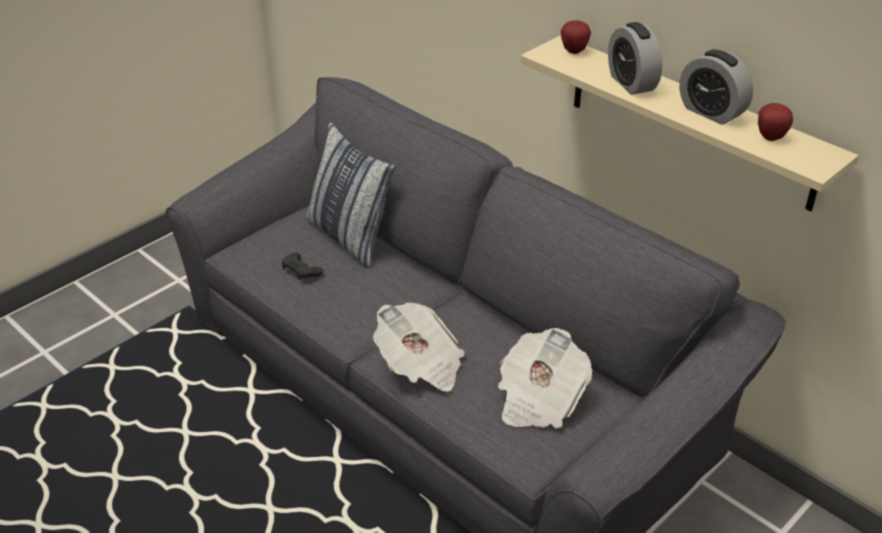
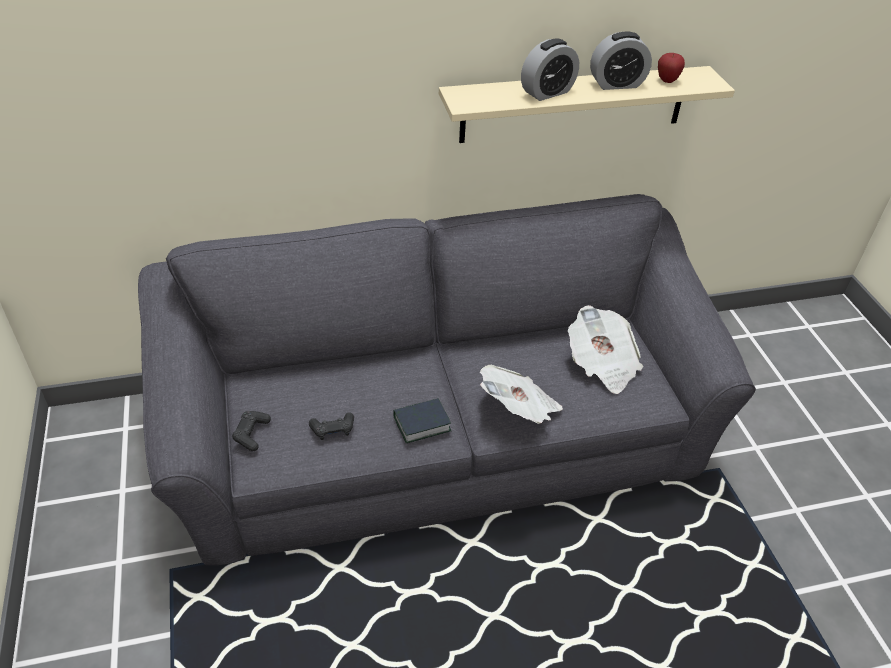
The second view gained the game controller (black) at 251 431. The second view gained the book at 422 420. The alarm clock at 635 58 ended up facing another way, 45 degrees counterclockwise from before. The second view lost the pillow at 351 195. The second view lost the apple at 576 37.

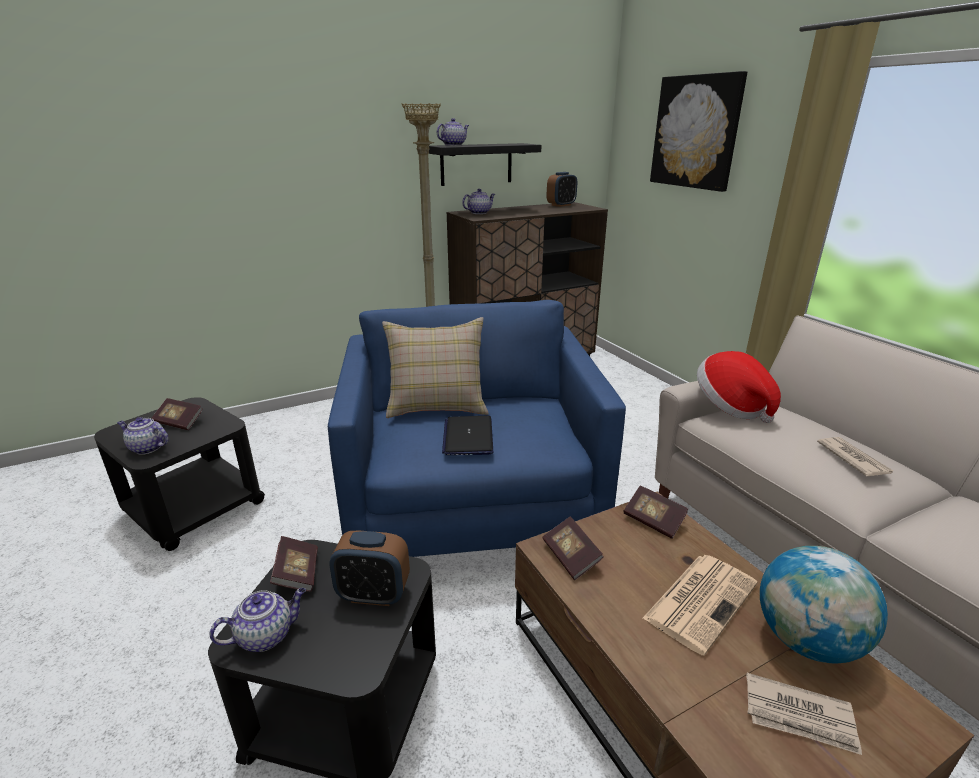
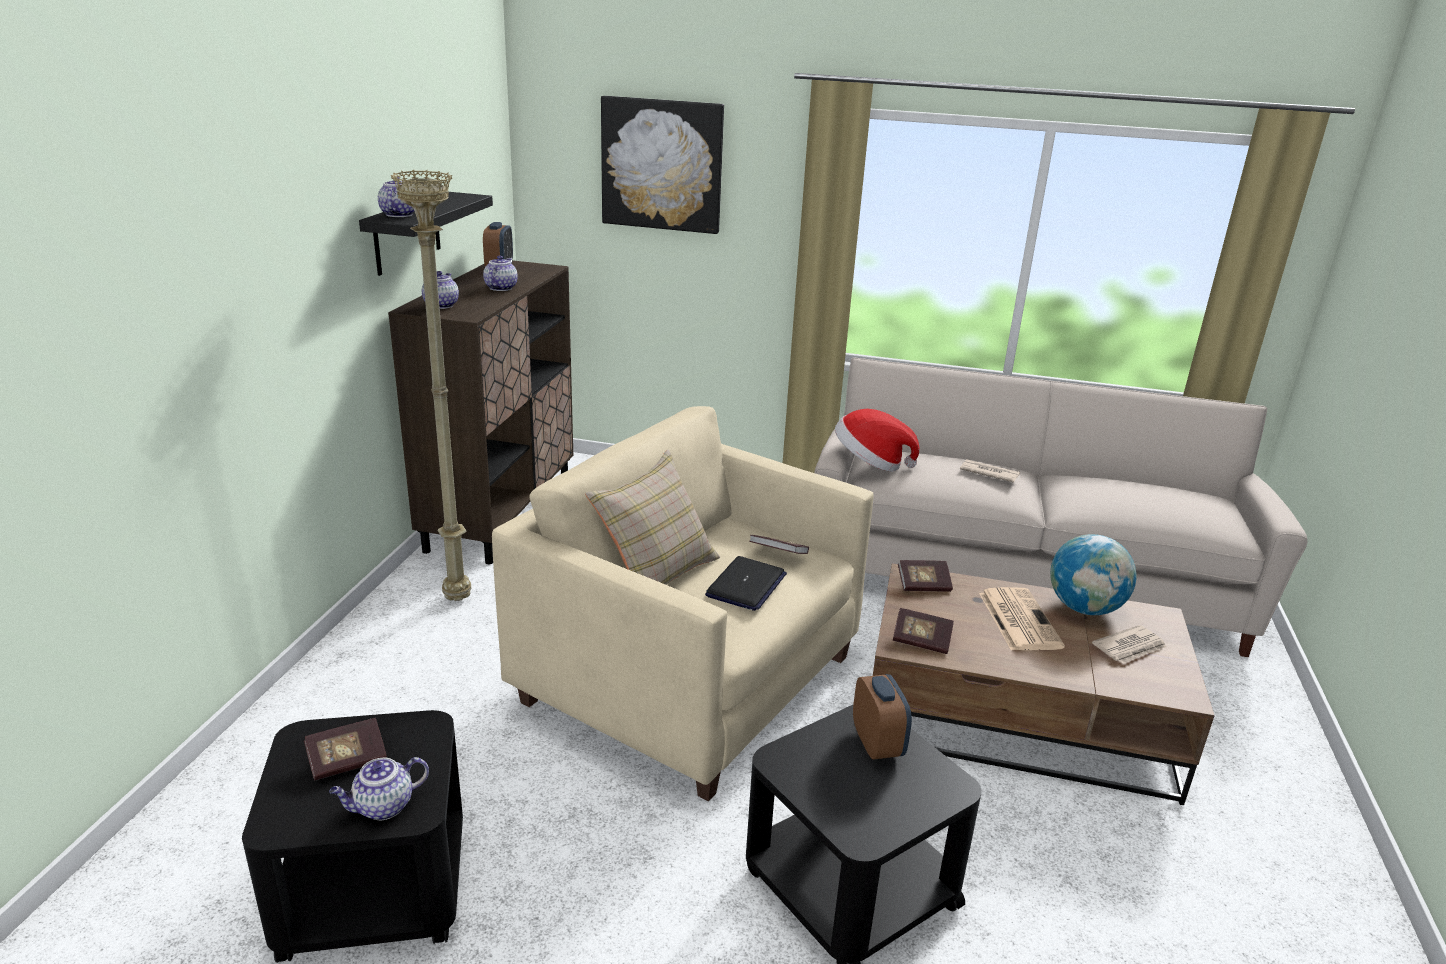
The teapot ended up elsewhere, having gone from 258 620 to 500 273. What was the armchair (blue) at 477 428 turned into the armchair (beige) at 683 603. The laptop at 467 435 ended up facing another way, 105 degrees counterclockwise from before. The book ended up elsewhere, having gone from 294 564 to 779 544. The alarm clock at 369 568 ended up facing another way, 60 degrees counterclockwise from before.

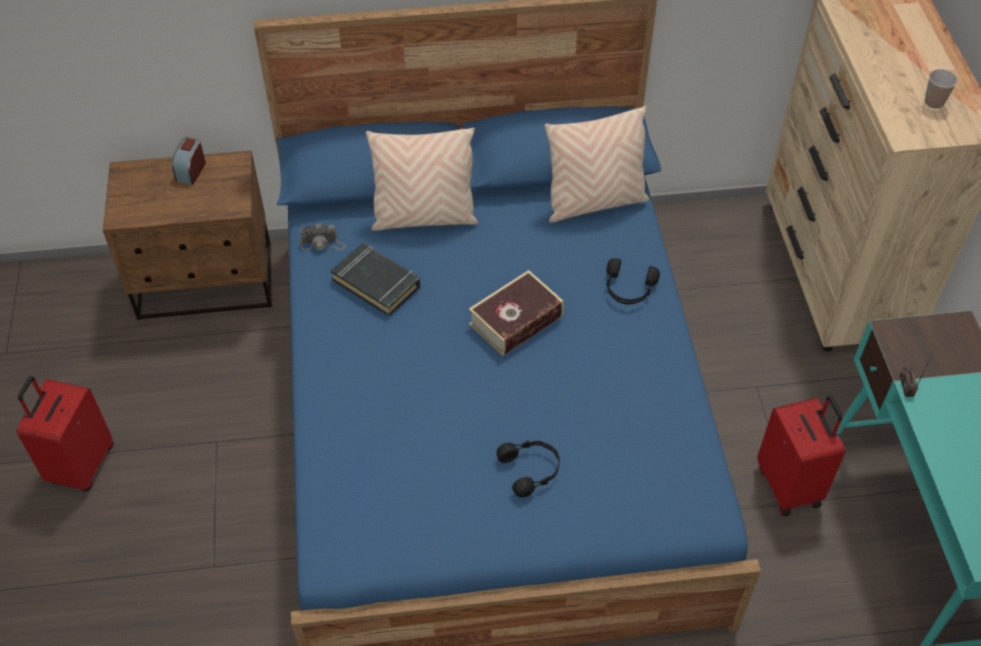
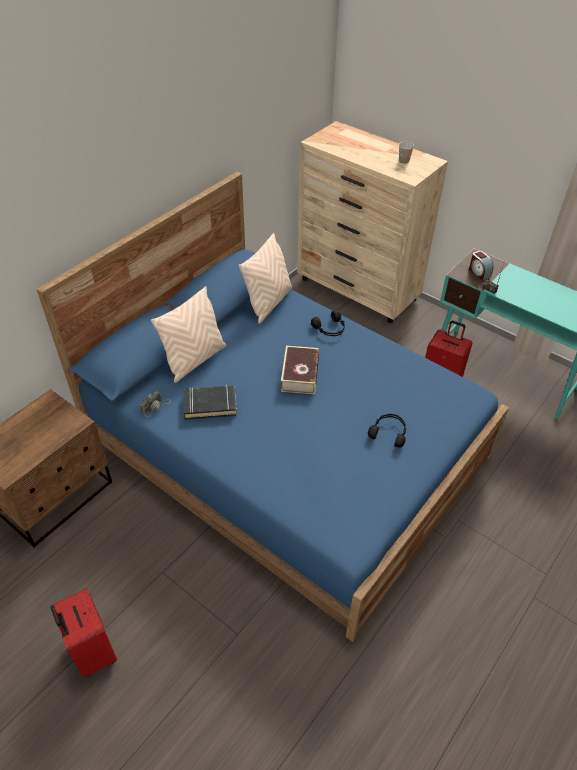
The alarm clock ended up elsewhere, having gone from 189 161 to 481 265.

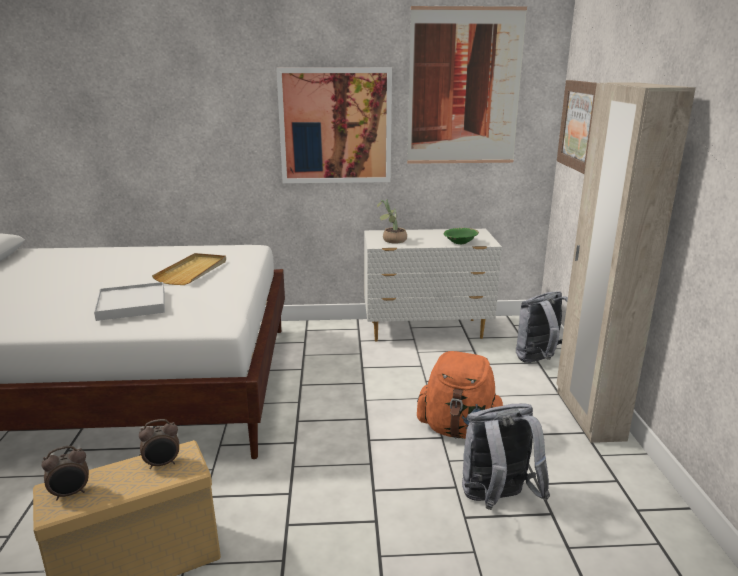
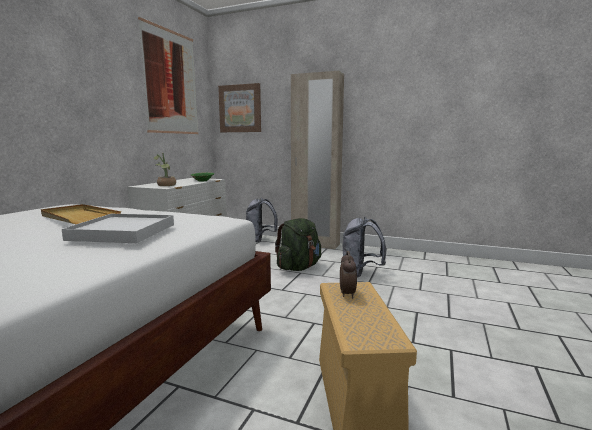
What was the backpack (orange) at 460 395 turned into the backpack (green) at 298 244. The second view lost the alarm clock at 65 473. The second view lost the picture at 334 125.

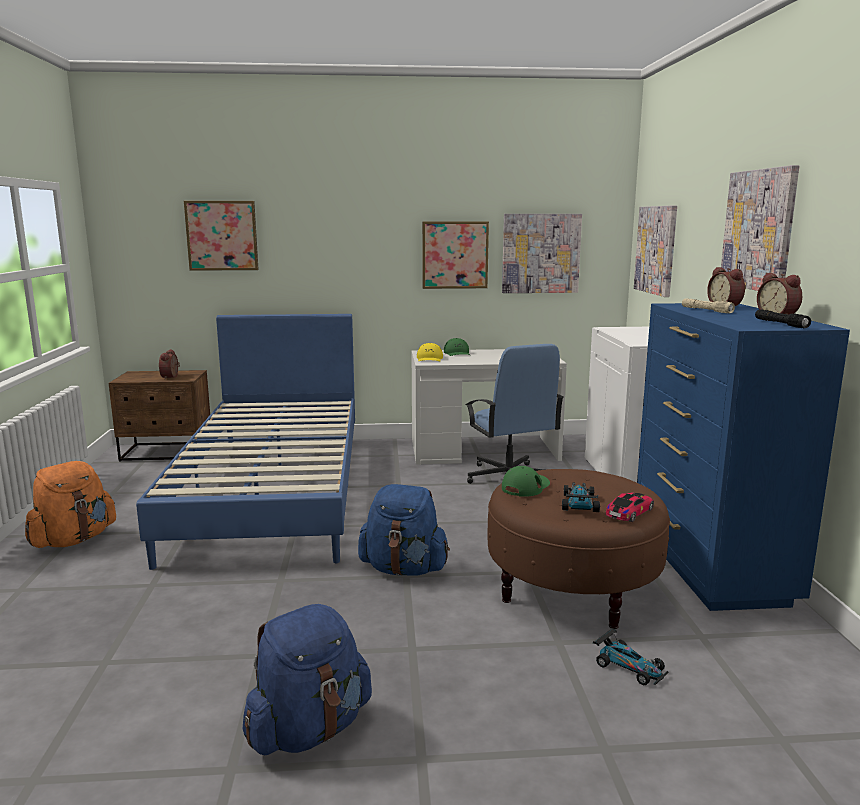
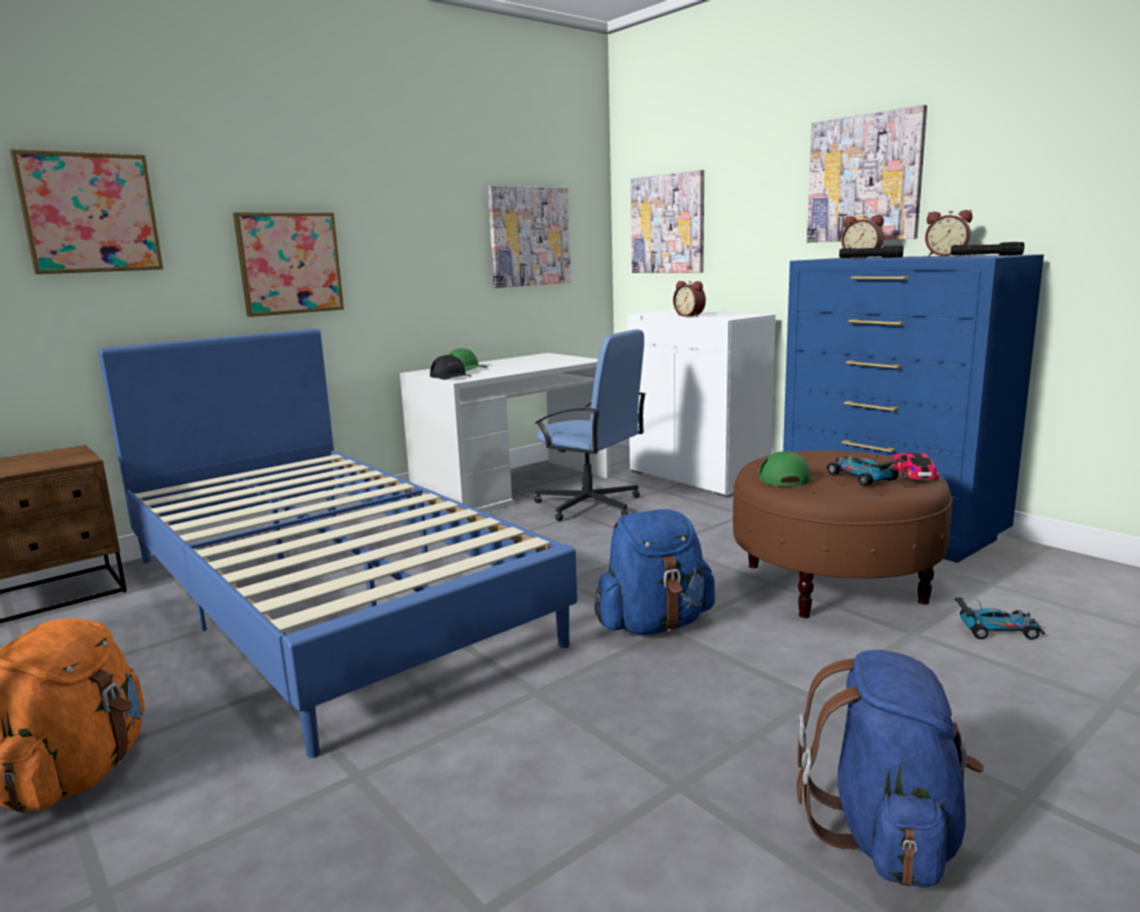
The picture ended up elsewhere, having gone from 455 255 to 288 264. What was the cap (yellow) at 430 352 turned into the cap (black) at 450 367. The alarm clock ended up elsewhere, having gone from 169 364 to 689 299. What was the flashlight (beige) at 708 305 turned into the flashlight (black) at 871 251.

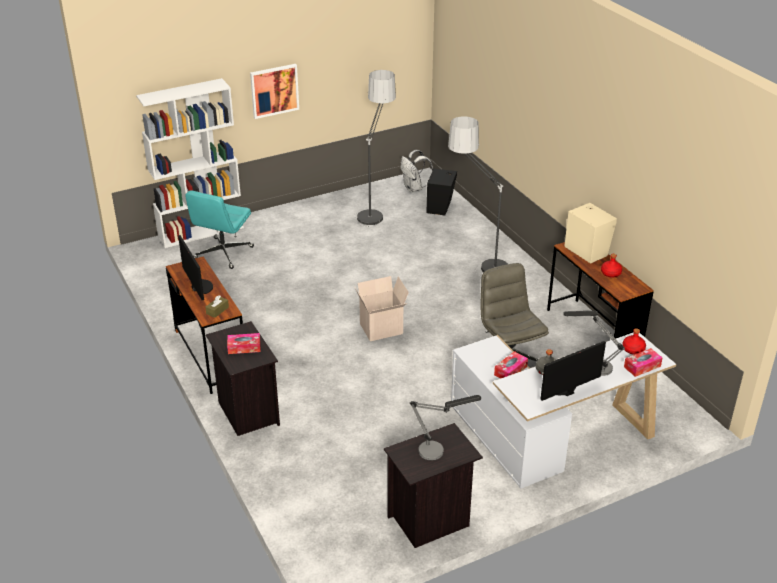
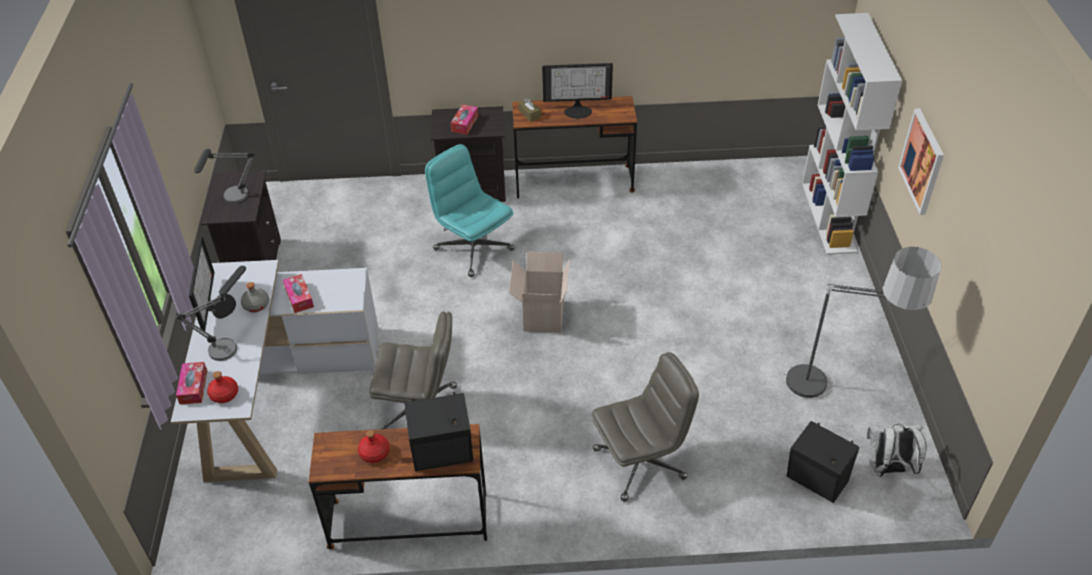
What was the speaker (beige) at 590 233 turned into the speaker (black) at 438 431. The office chair (turquoise) ended up elsewhere, having gone from 220 229 to 470 210. Where the floor lamp stood at 478 196, the office chair (grey) came to stand at 645 427.

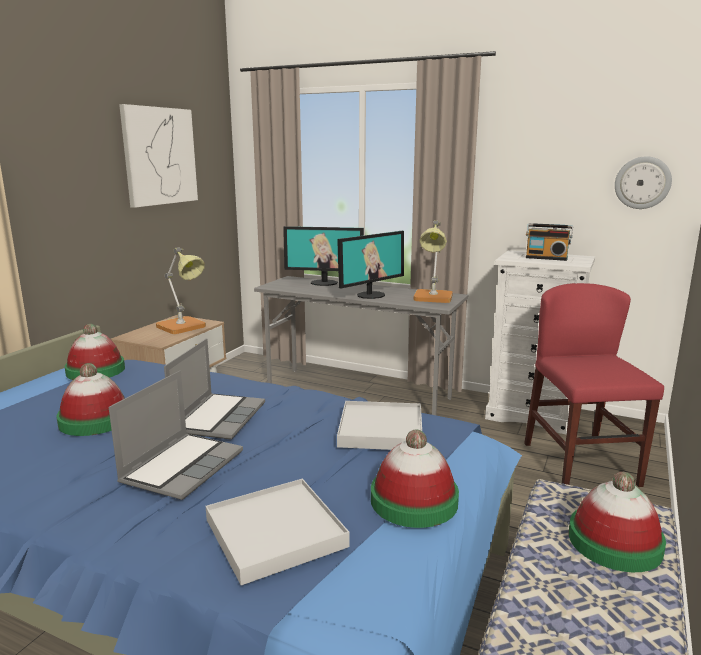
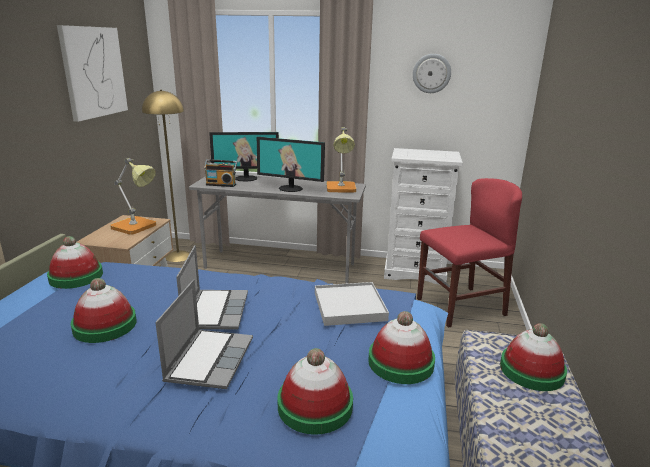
The second view gained the floor lamp (yellow) at 166 176. The radio ended up elsewhere, having gone from 549 242 to 220 173. The monitor at 370 265 ended up facing another way, 75 degrees clockwise from before. Where the tray (white) stood at 278 531, the hat came to stand at 315 391. The wall clock ended up elsewhere, having gone from 643 182 to 432 73. The chair (red) at 594 385 ended up facing another way, 90 degrees clockwise from before.

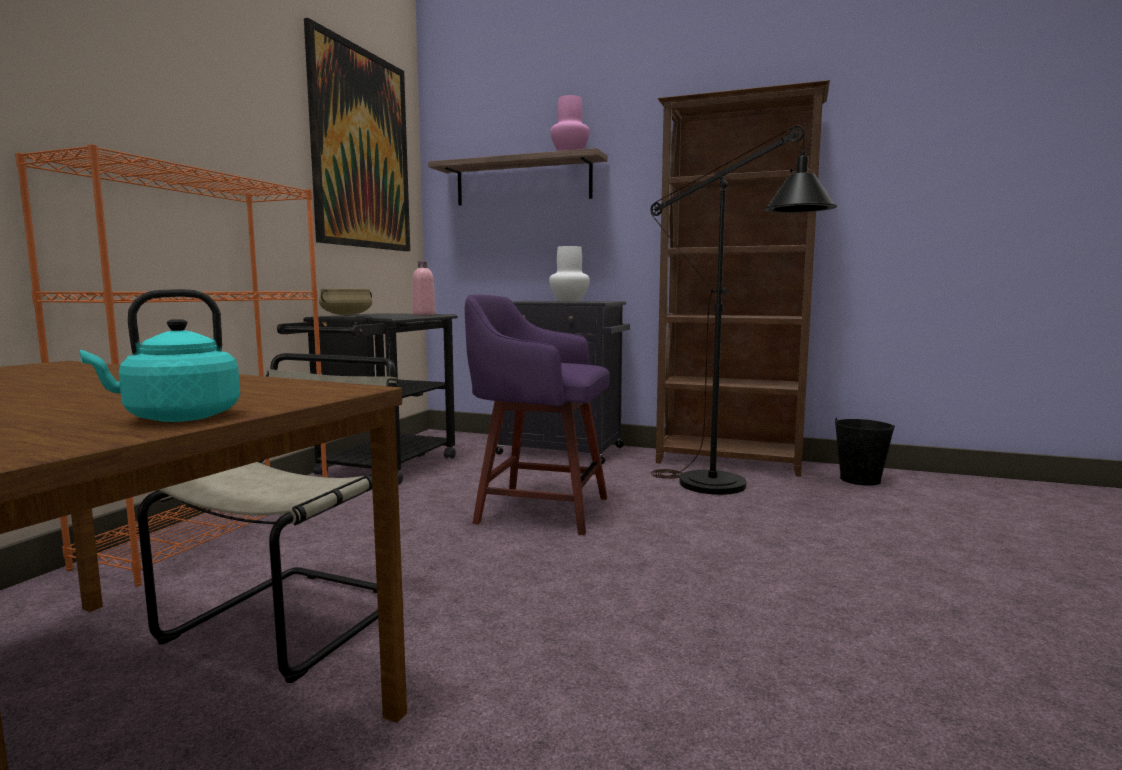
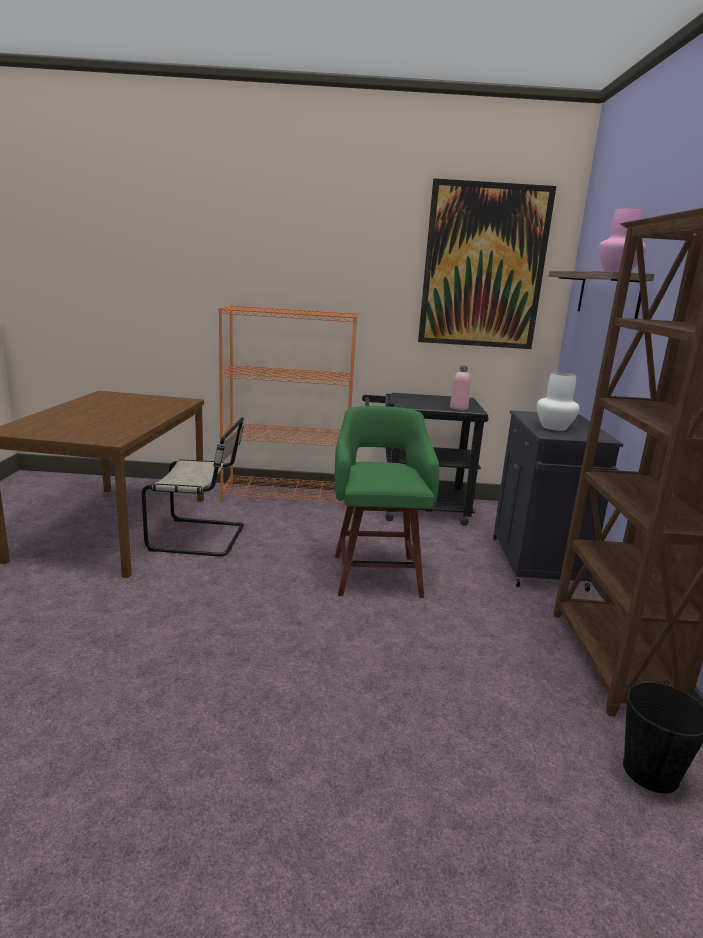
What was the stool (purple) at 537 415 turned into the stool (green) at 387 502. The second view lost the kettle (turquoise) at 160 355. The second view lost the cooking pot (beige) at 345 302. The second view lost the floor lamp (black) at 743 310.

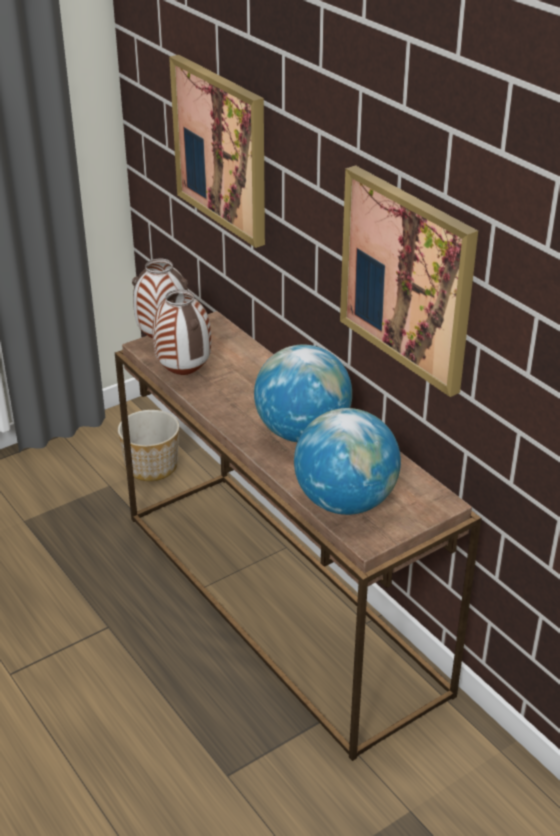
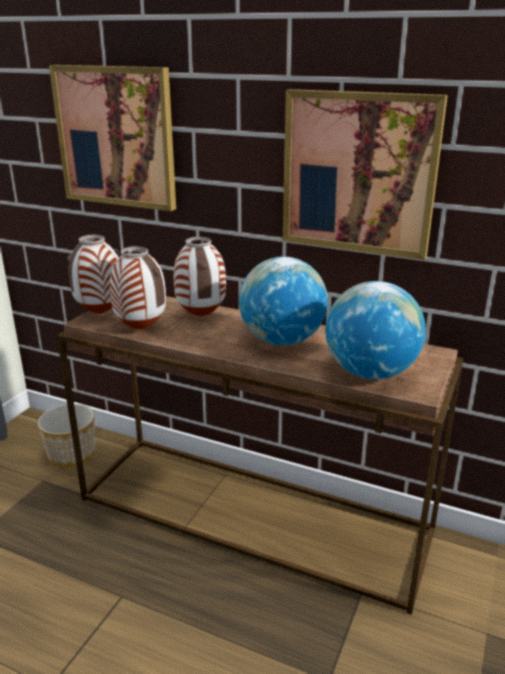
The second view gained the vase at 199 277.

